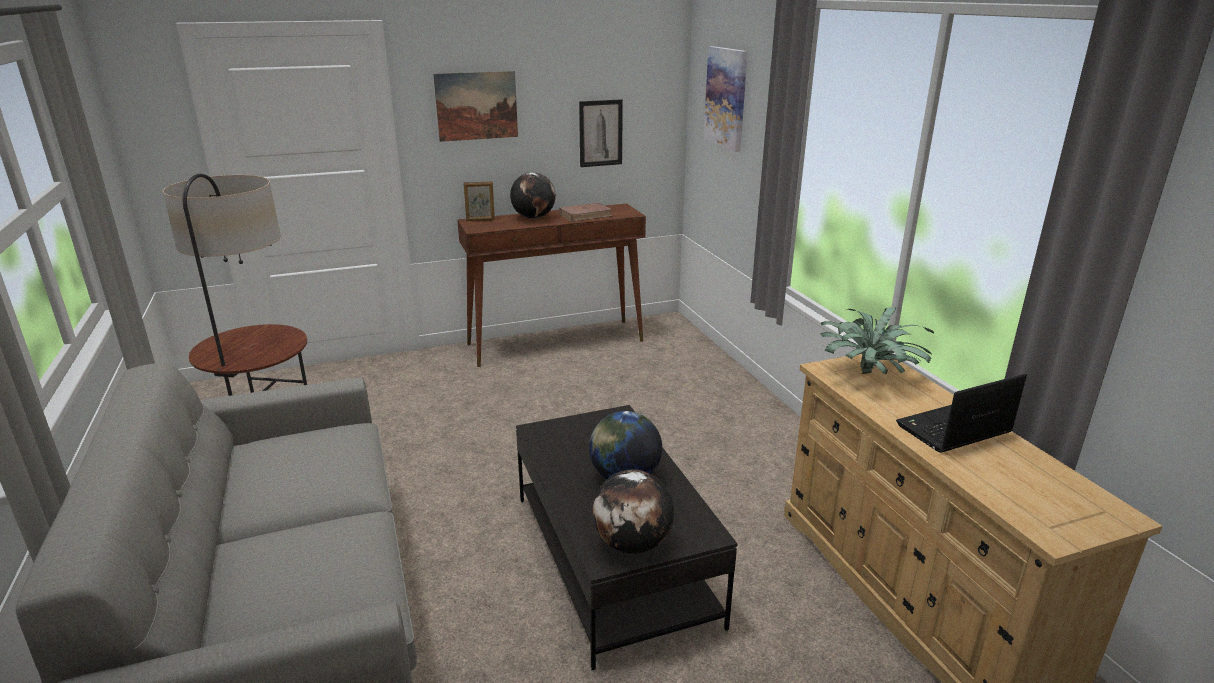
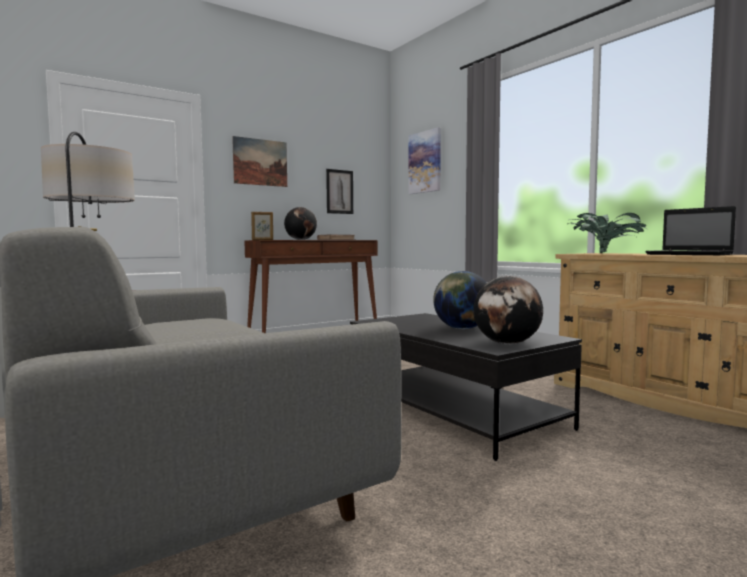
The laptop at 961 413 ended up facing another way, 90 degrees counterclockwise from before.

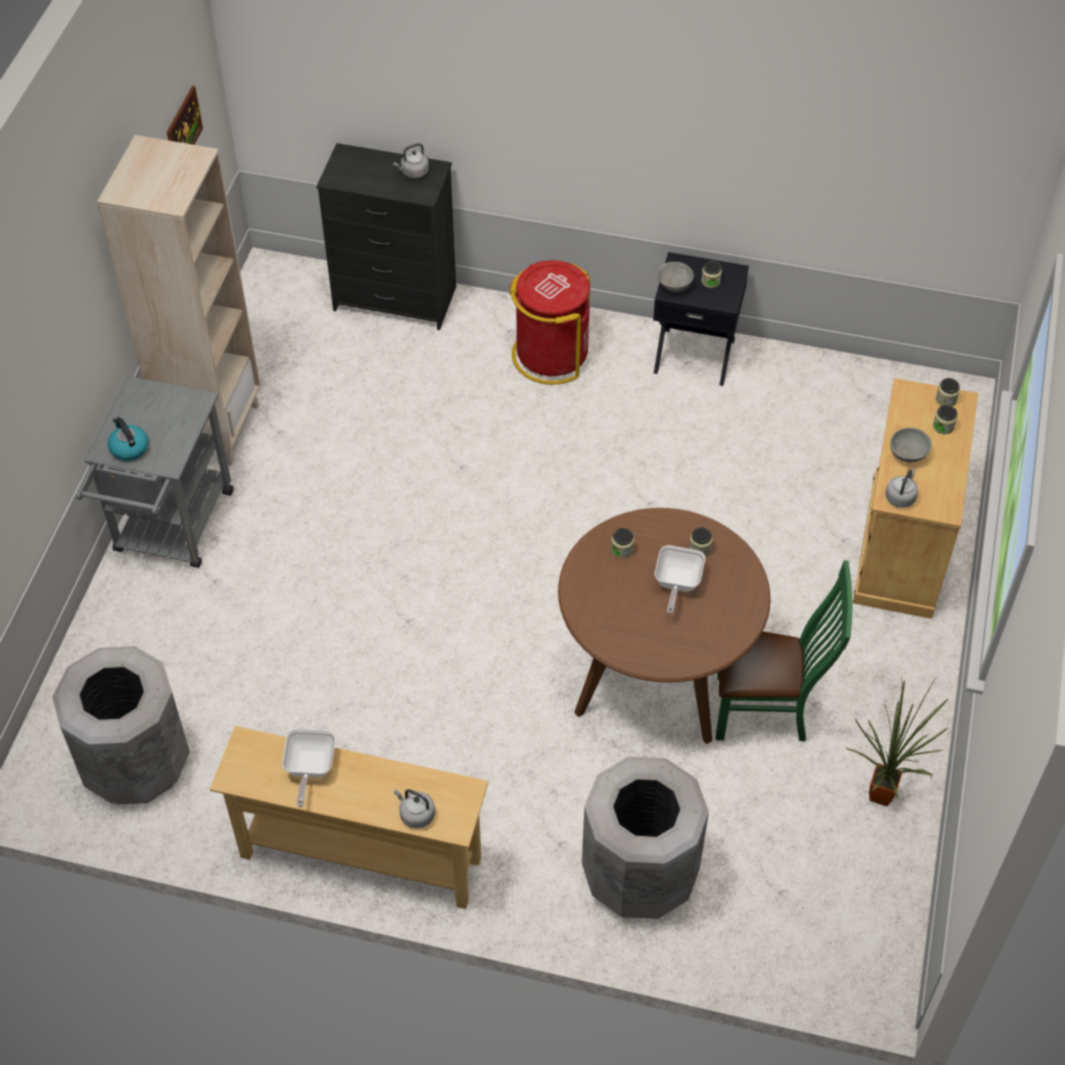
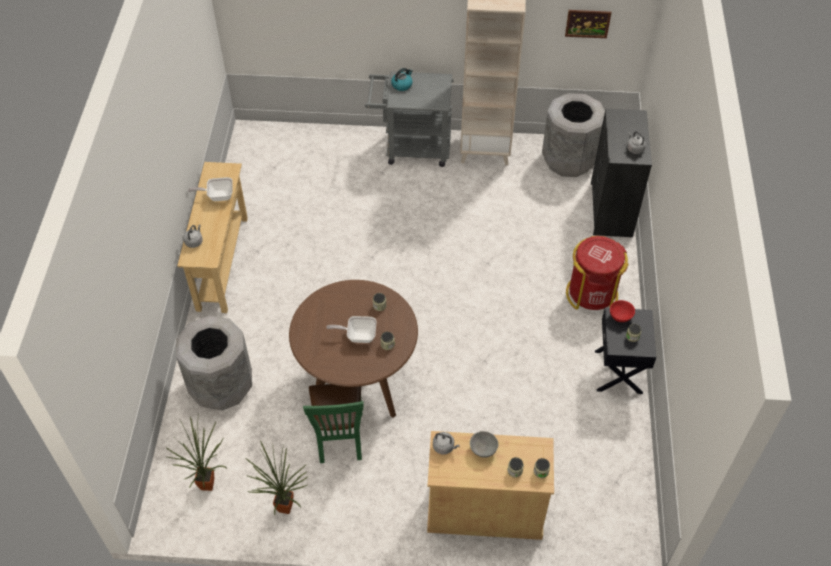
The second view gained the potted plant at 197 454. The trash can (grey) ended up elsewhere, having gone from 121 725 to 573 135. What was the bowl (grey) at 675 277 turned into the bowl (red) at 622 311.

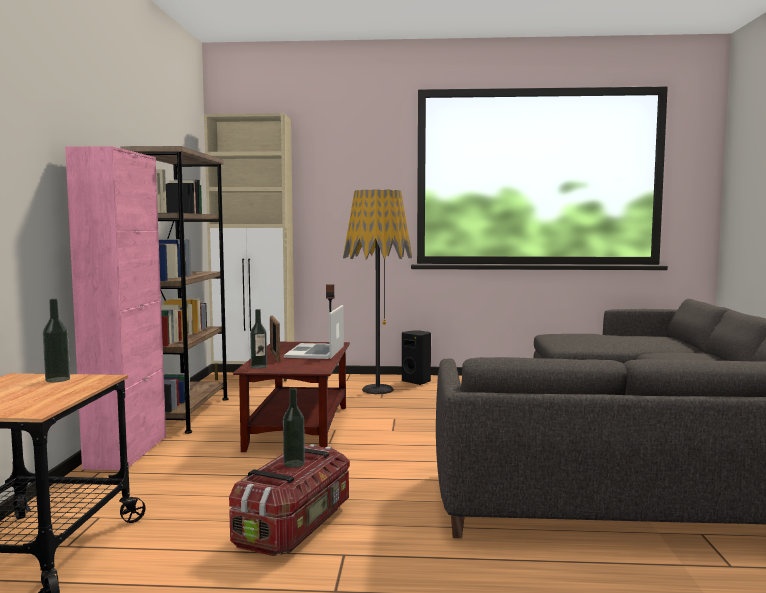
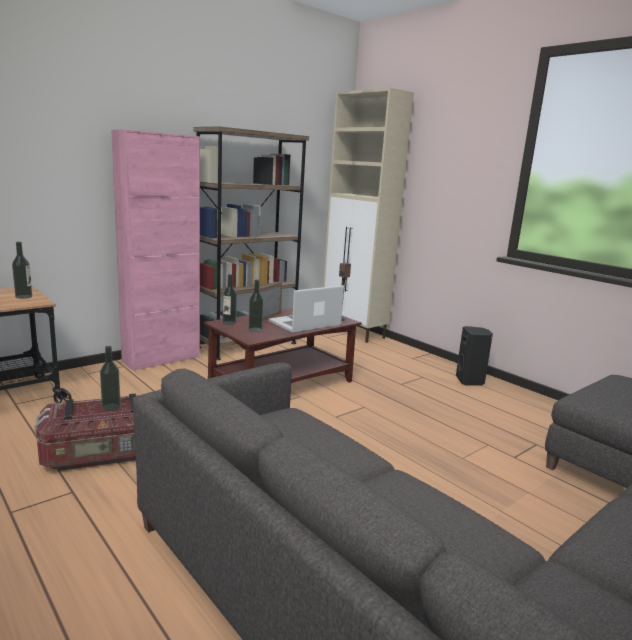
The second view gained the bottle at 255 306. The second view lost the floor lamp at 377 291.

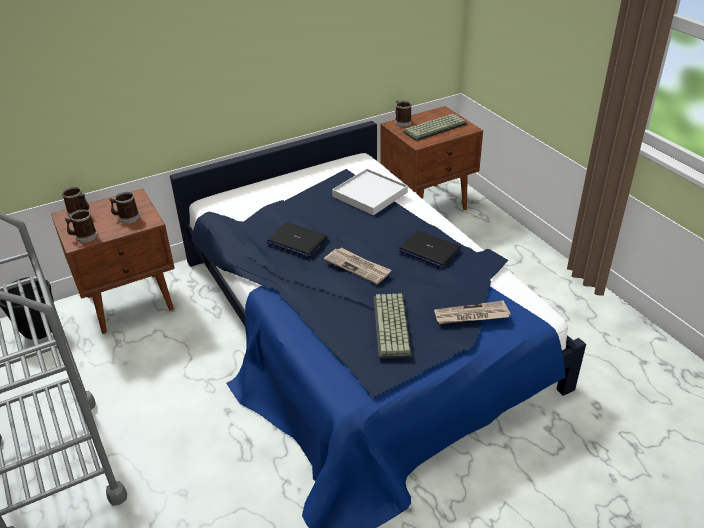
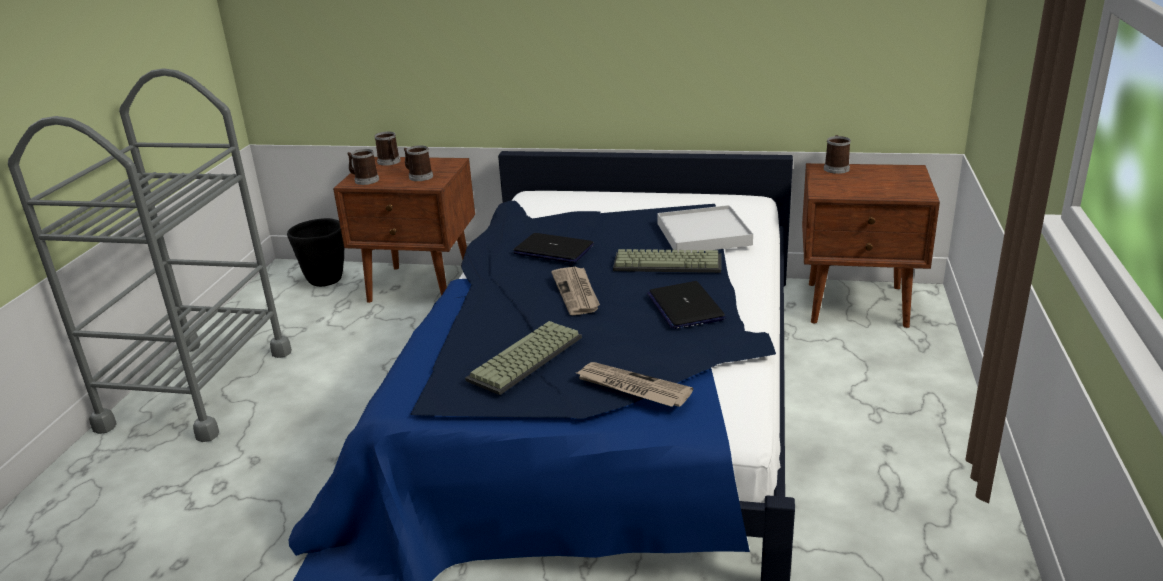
The laptop at 297 240 ended up facing another way, 135 degrees clockwise from before. The keyboard ended up elsewhere, having gone from 435 127 to 667 261.

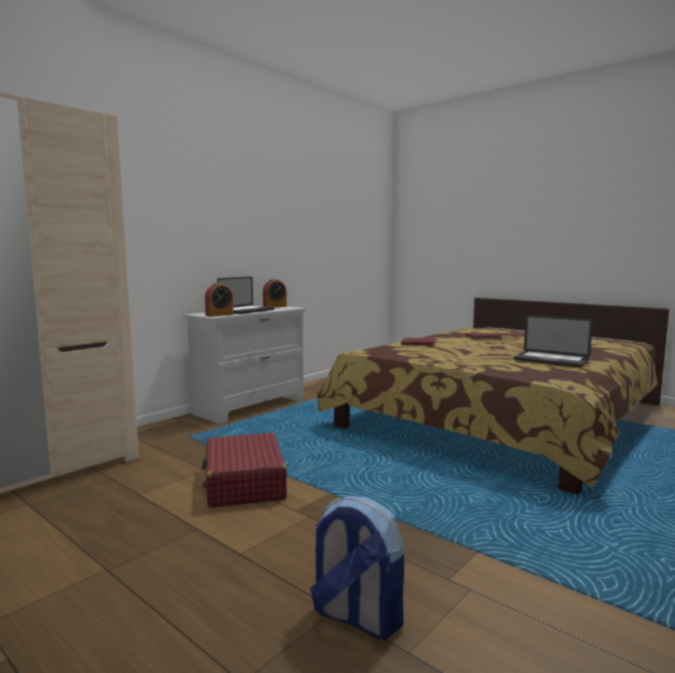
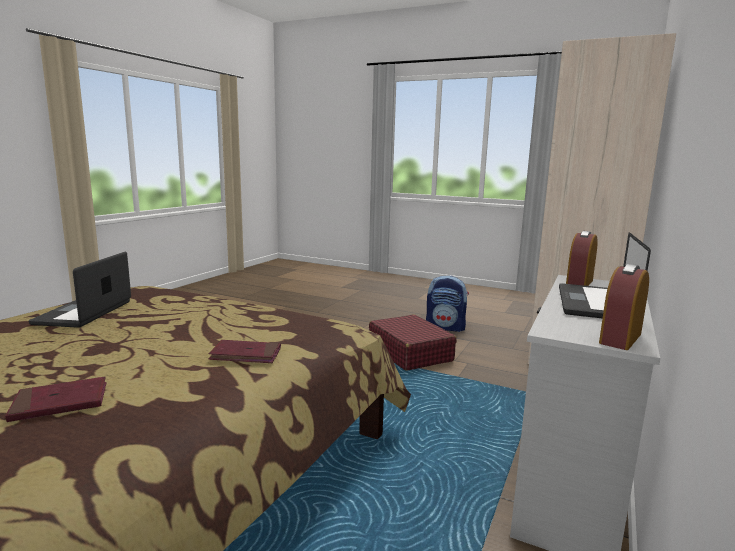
The laptop at 553 341 ended up facing another way, 105 degrees counterclockwise from before. The backpack ended up elsewhere, having gone from 357 568 to 447 303.

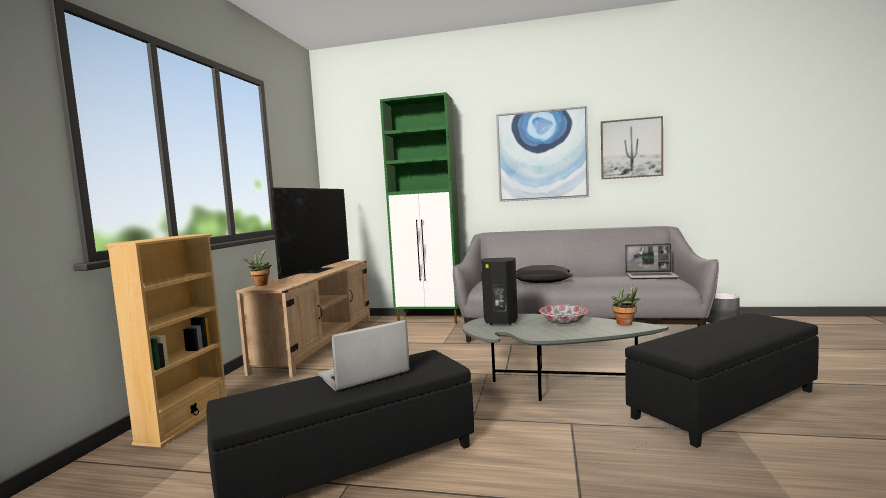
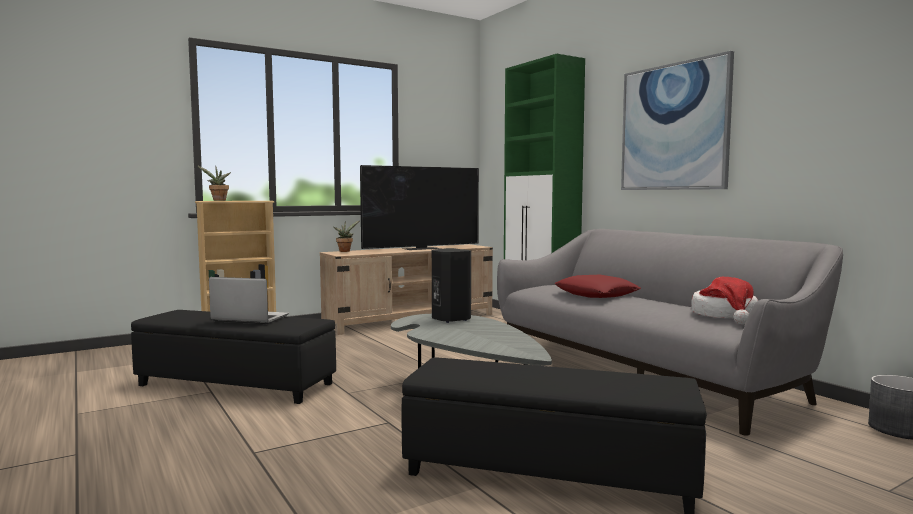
The potted plant ended up elsewhere, having gone from 626 304 to 214 183. What was the pillow (black) at 543 274 turned into the pillow (red) at 597 286. Where the laptop stood at 652 261, the hat came to stand at 725 300. The second view lost the bowl at 563 314. The second view lost the picture at 632 147.

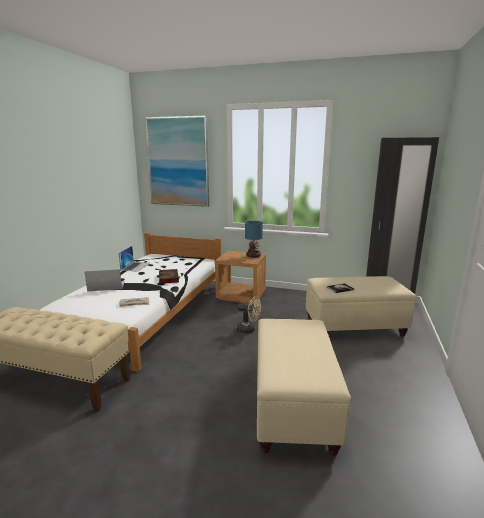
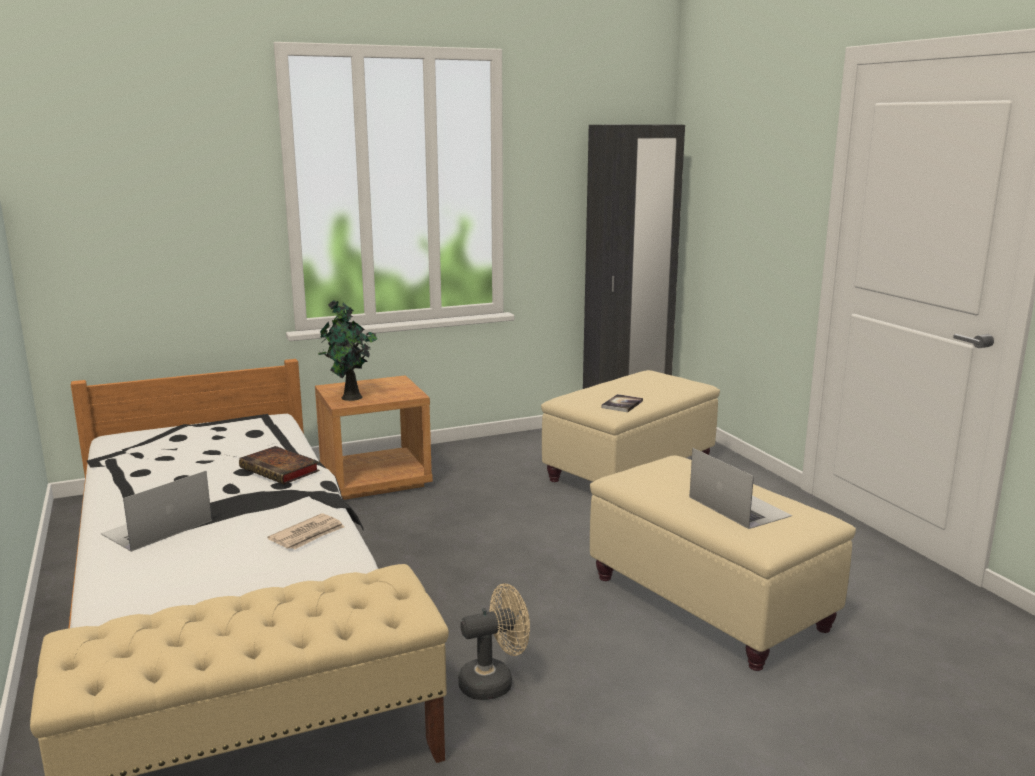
The second view gained the potted plant at 347 350. The fan (beige) ended up elsewhere, having gone from 248 315 to 494 642. The laptop ended up elsewhere, having gone from 134 259 to 740 488. The second view lost the picture at 177 161. The second view lost the table lamp at 254 239.

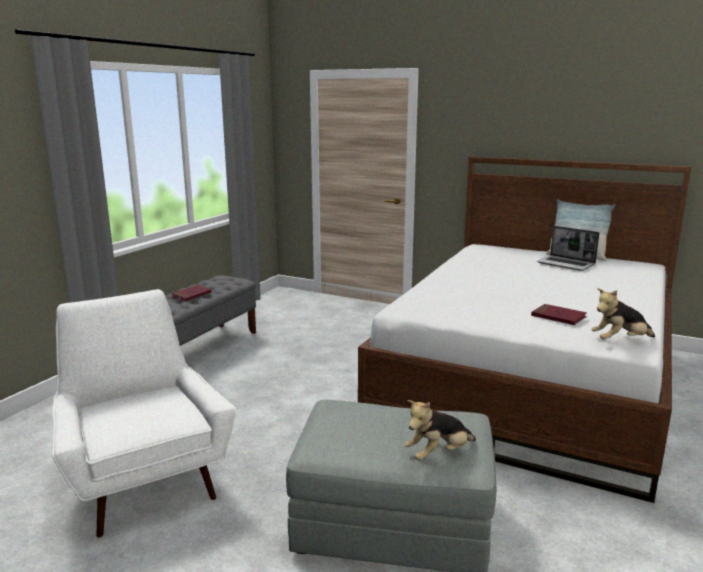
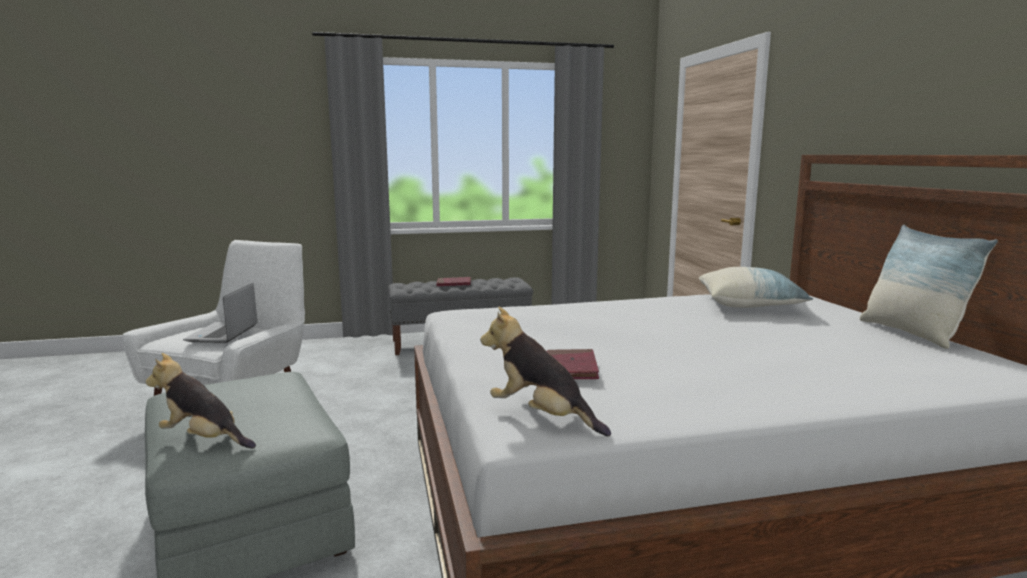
The laptop ended up elsewhere, having gone from 568 248 to 220 313. The second view gained the pillow at 756 287.

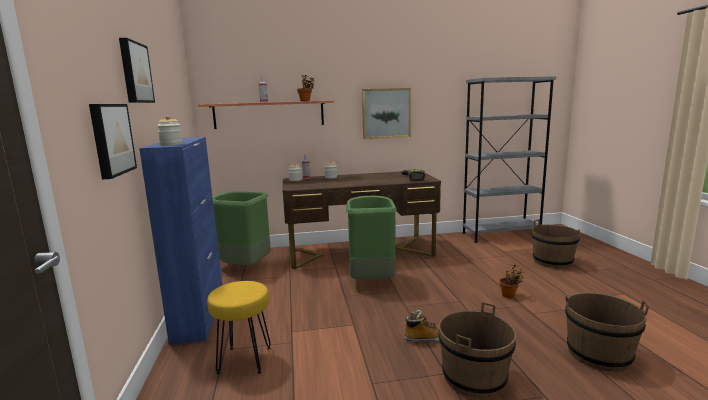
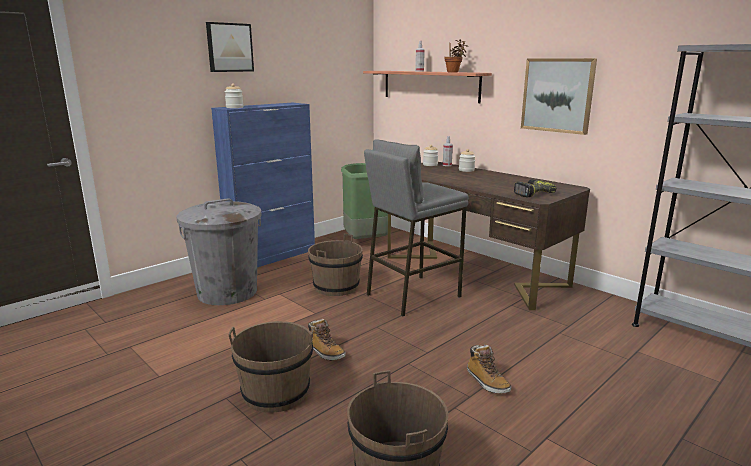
Where the stool (yellow) stood at 239 327, the trash can (grey) came to stand at 219 251. The bucket (brown) ended up elsewhere, having gone from 555 244 to 335 265. Where the trash can (green) stood at 371 237, the stool (grey) came to stand at 416 228. Where the potted plant stood at 512 280, the boot came to stand at 489 369. The second view lost the picture at 113 141.

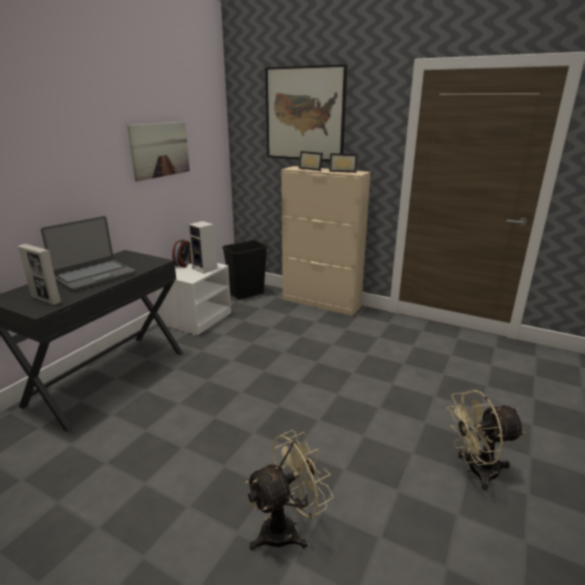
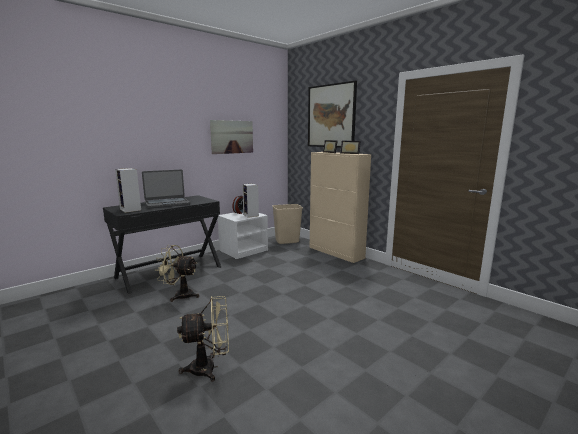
Where the picture frame stood at 39 274, the speaker came to stand at 128 190. The fan (beige) ended up elsewhere, having gone from 486 440 to 177 273. What was the trash can (black) at 244 269 turned into the trash can (beige) at 287 224.

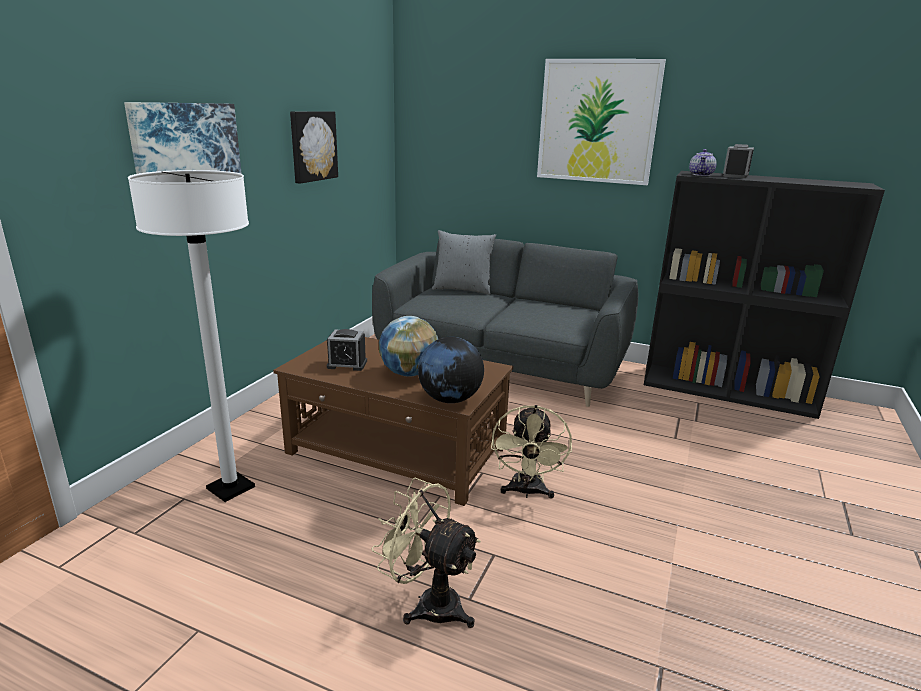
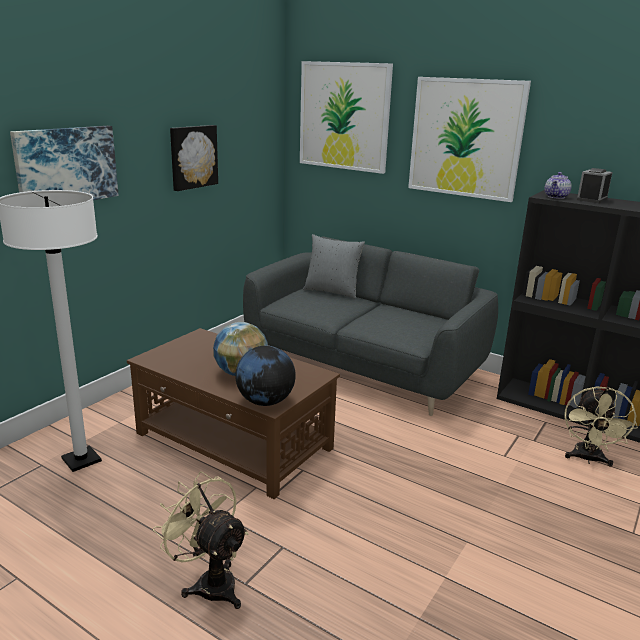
The second view gained the picture at 346 117. The fan (beige) ended up elsewhere, having gone from 531 452 to 601 426. The second view lost the alarm clock at 347 350.

